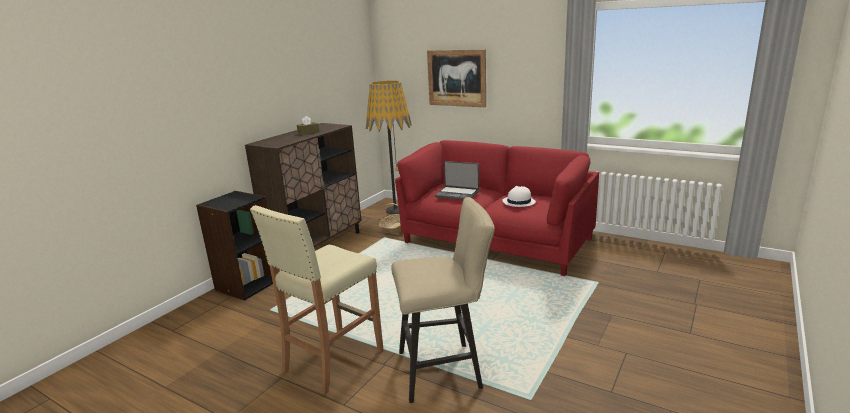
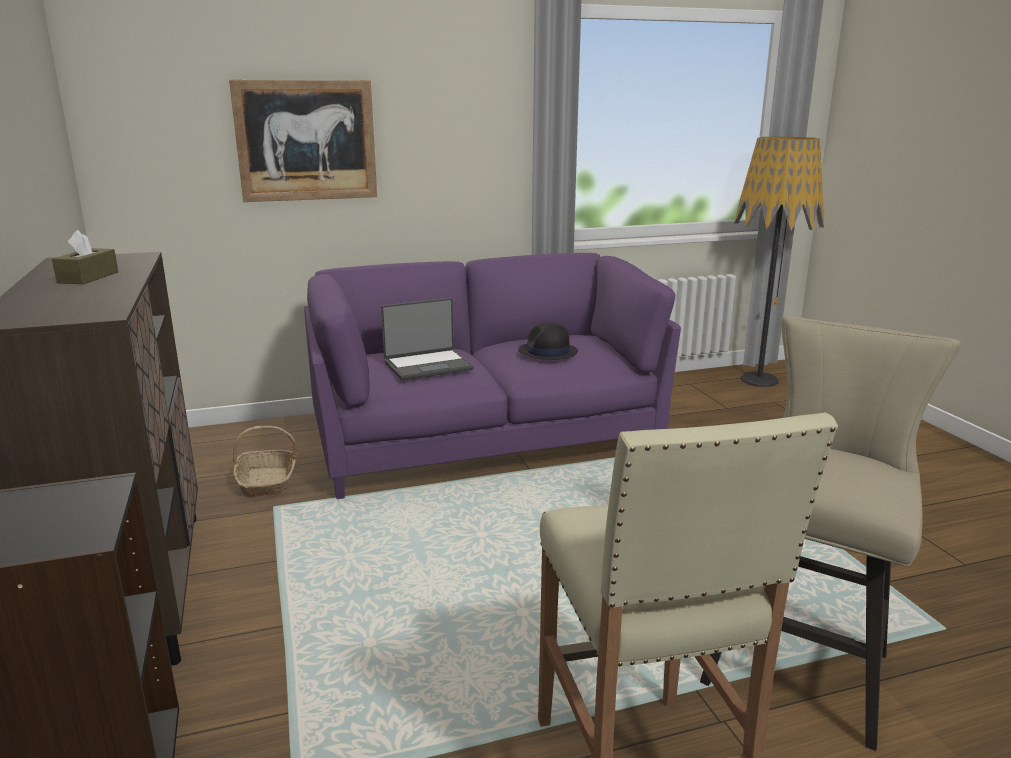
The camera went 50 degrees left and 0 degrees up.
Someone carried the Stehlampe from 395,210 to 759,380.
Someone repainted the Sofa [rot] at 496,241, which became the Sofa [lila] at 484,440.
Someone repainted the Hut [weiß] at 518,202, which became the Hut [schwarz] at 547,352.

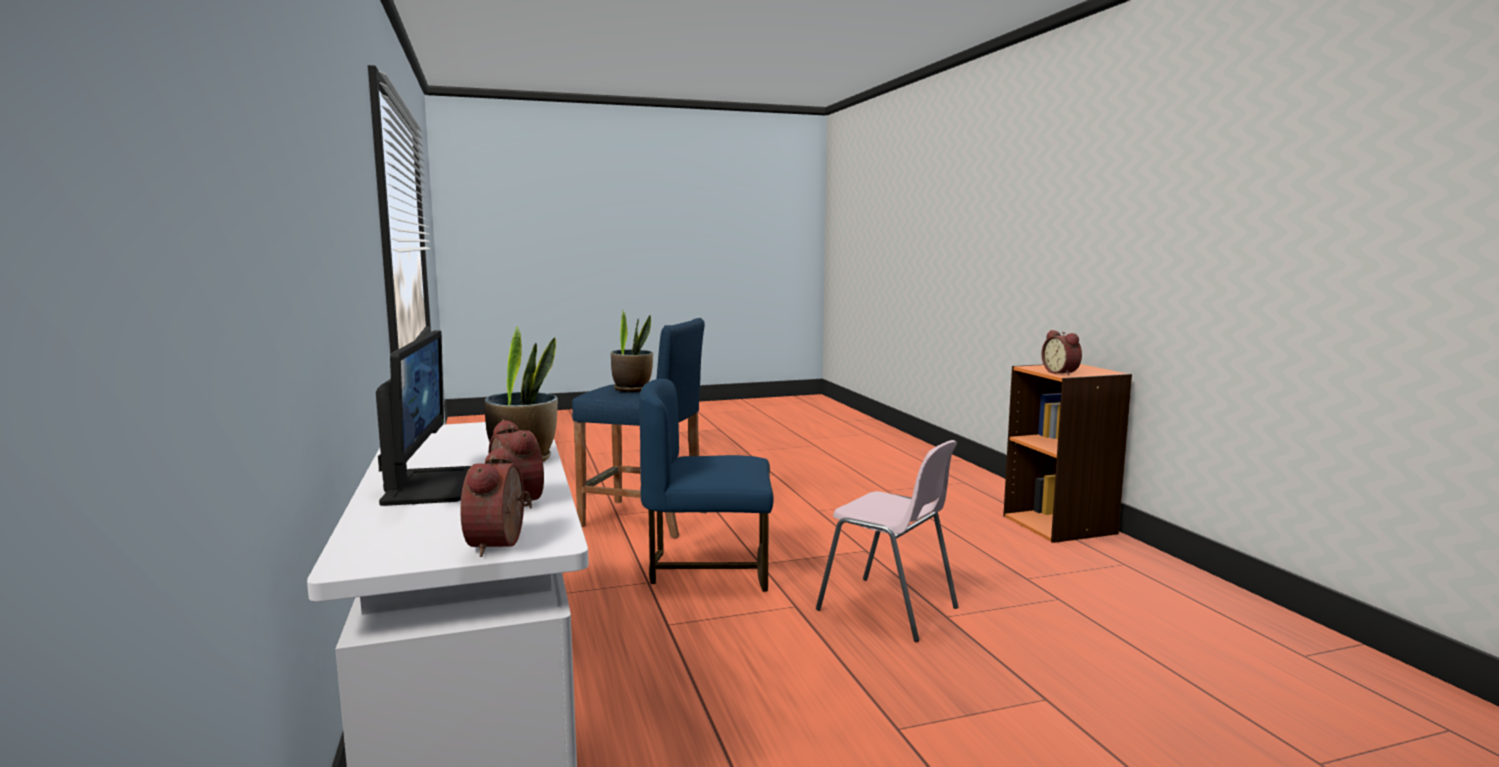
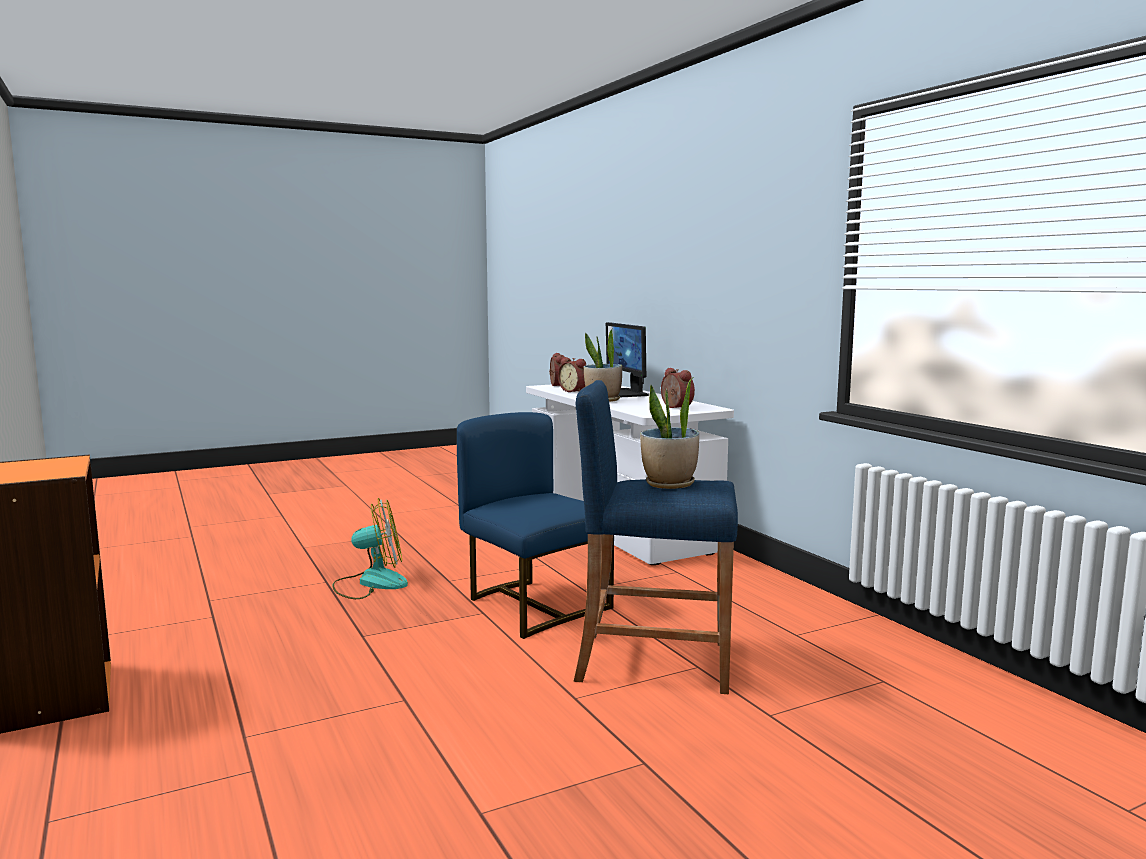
The camera went 170 degrees right and 0 degrees up.
Someone carried the Wecker from 1062,373 to 675,407.
Someone rotated the Stuhl [blau] at 709,567 by 120 degrees counterclockwise.
Someone swapped the Stuhl [rosa] at 888,609 for the Ventilator at 371,583.

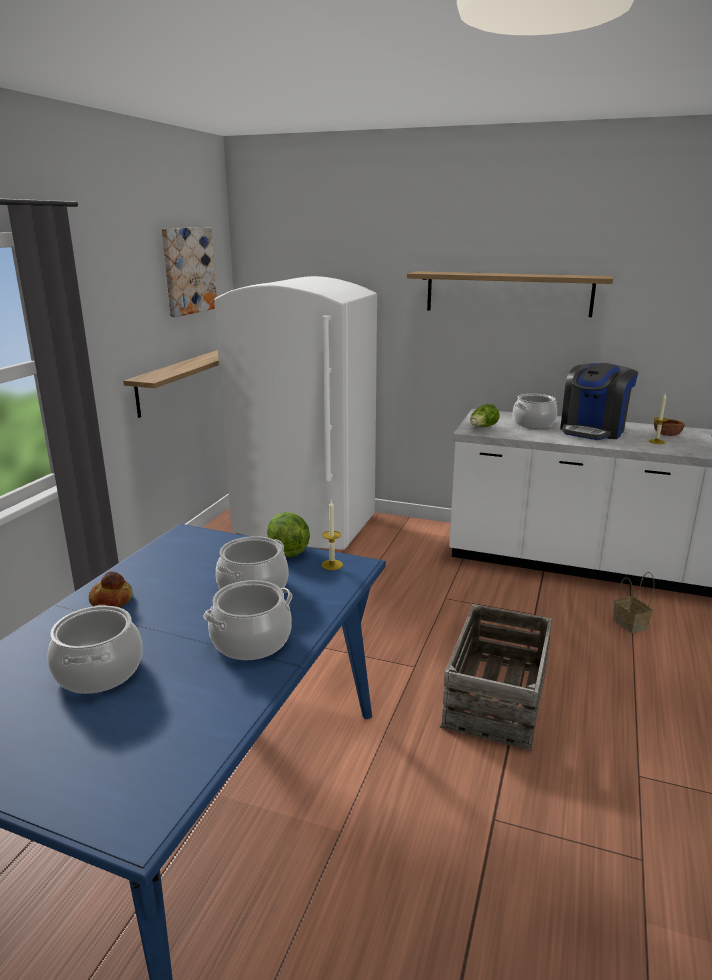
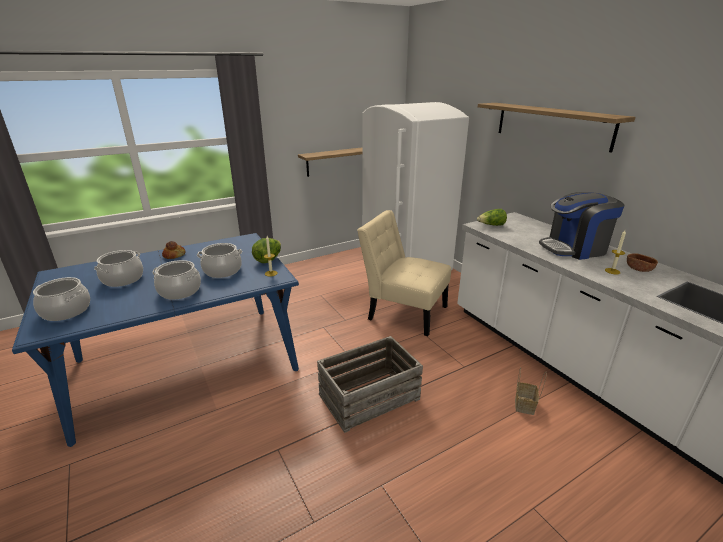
The camera went 40 degrees right and 5 degrees up.
Someone took away the Bild at 188,271.
Someone carried the Kochtopf from 533,423 to 66,311.
Someone put down the Stuhl [beige] at 403,311.

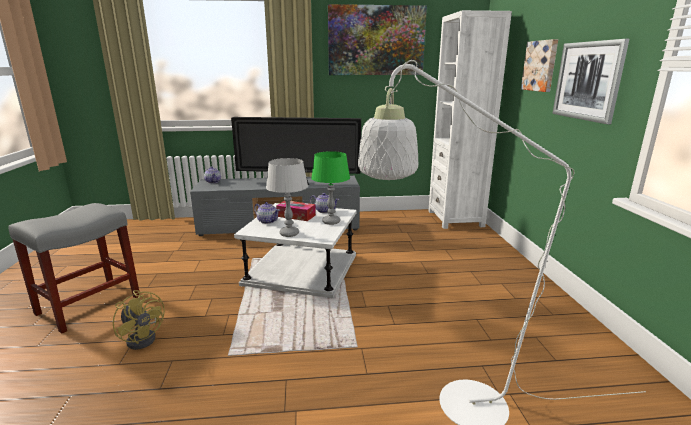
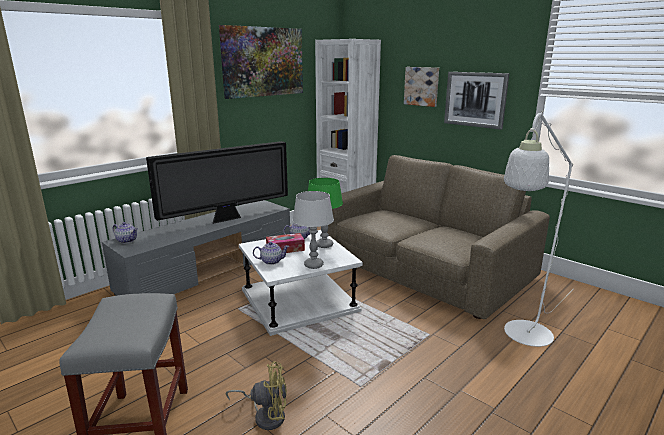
The camera went 40 degrees left and 0 degrees up.
Someone put down the Sofa [braun] at 424,268.

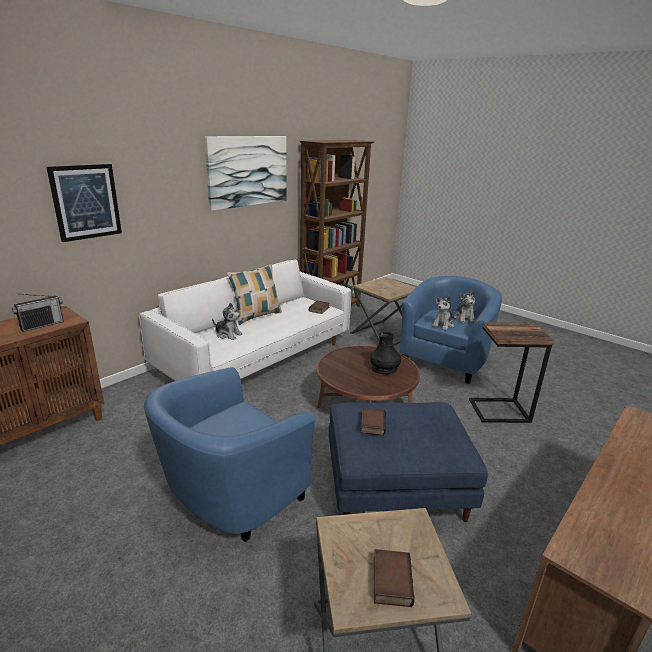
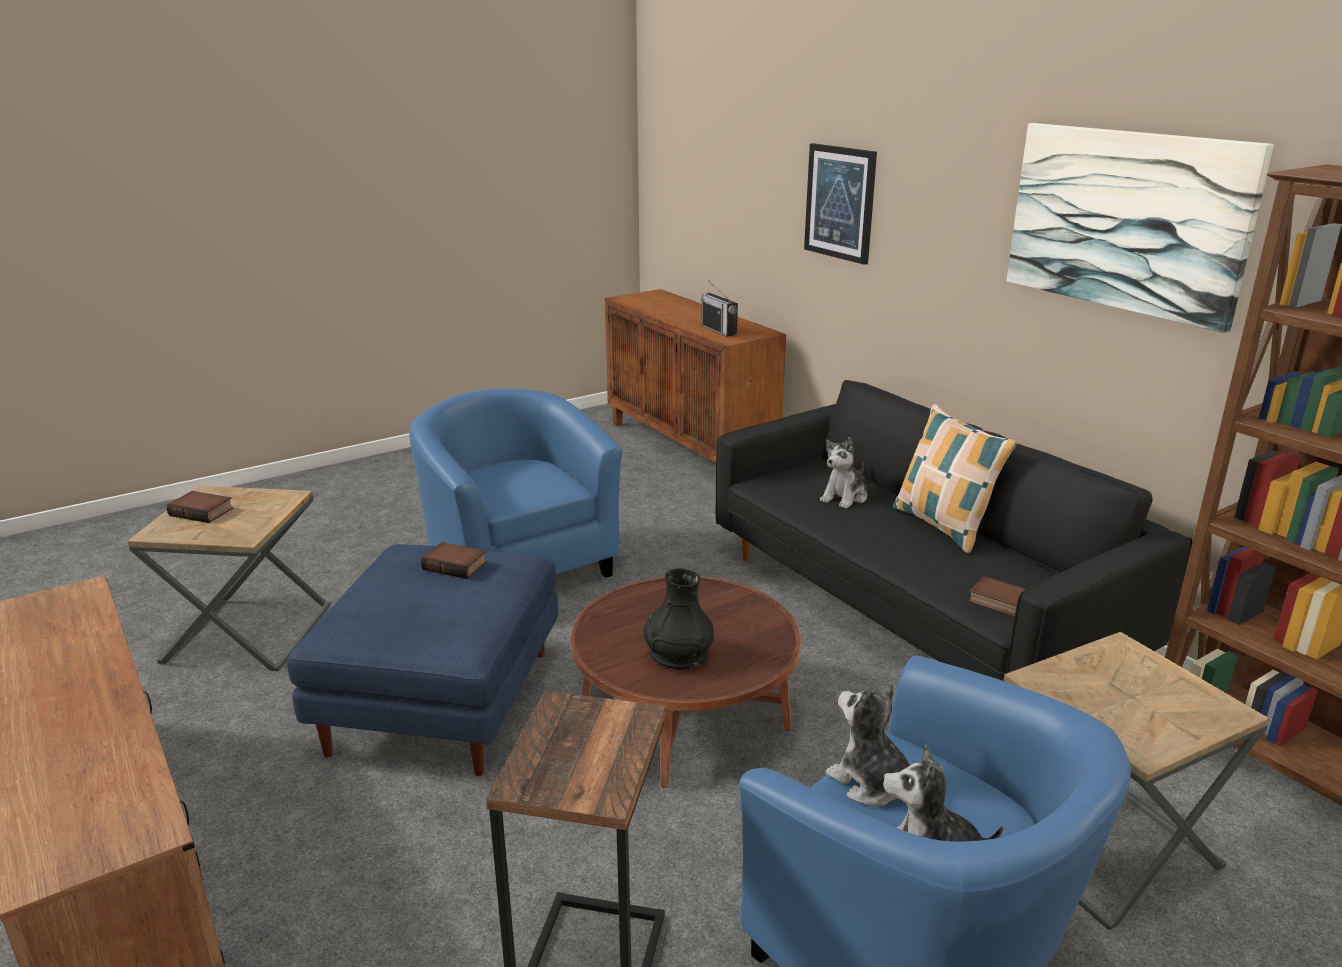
The camera went 105 degrees right and 0 degrees up.
Someone repainted the Sofa [weiß] at 256,357, which became the Sofa [schwarz] at 913,606.

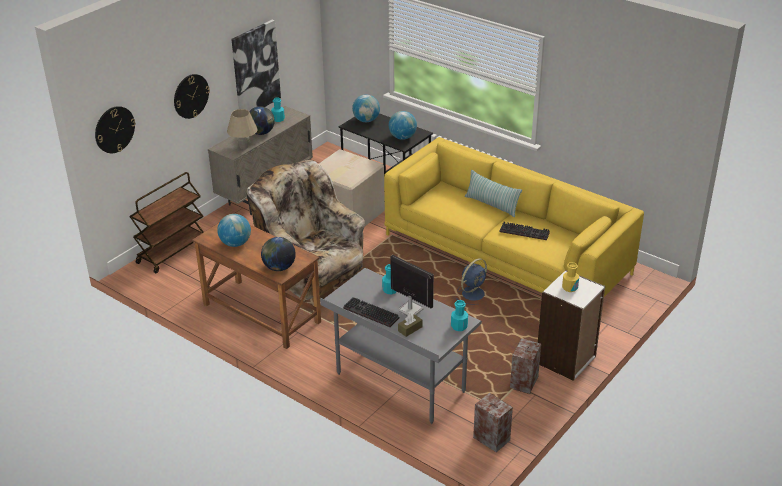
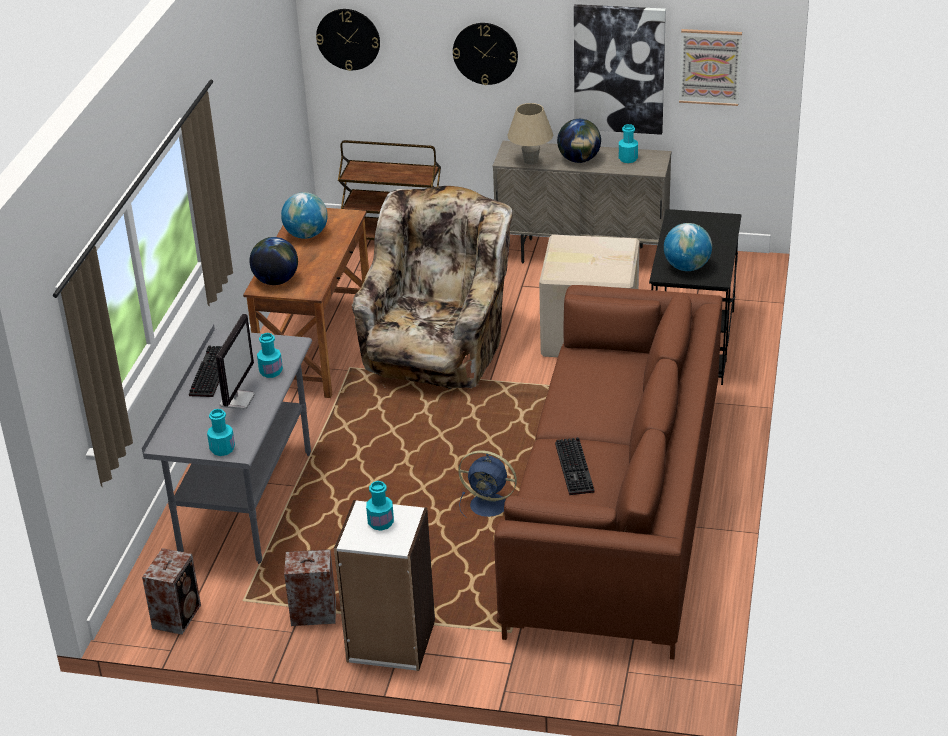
The camera went 65 degrees right and 0 degrees up.
Someone took away the Globus at 366,120.
Someone repainted the Sofa [gelb] at 506,254, which became the Sofa [braun] at 616,507.
Someone took away the Kissen at 492,205.
Someone repainted the Flasche [gelb] at 569,288, which became the Flasche [türkis] at 381,523.
Someone took away the Taschentuchbox [braun] at 410,329.
Someone put up the Bild at 710,66.

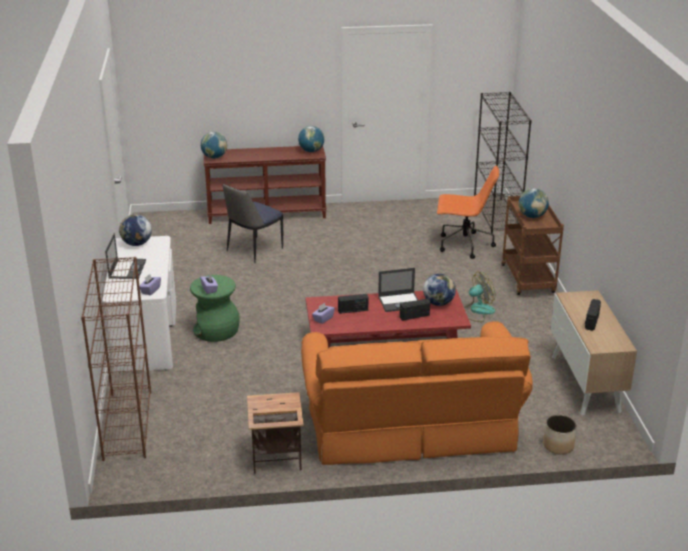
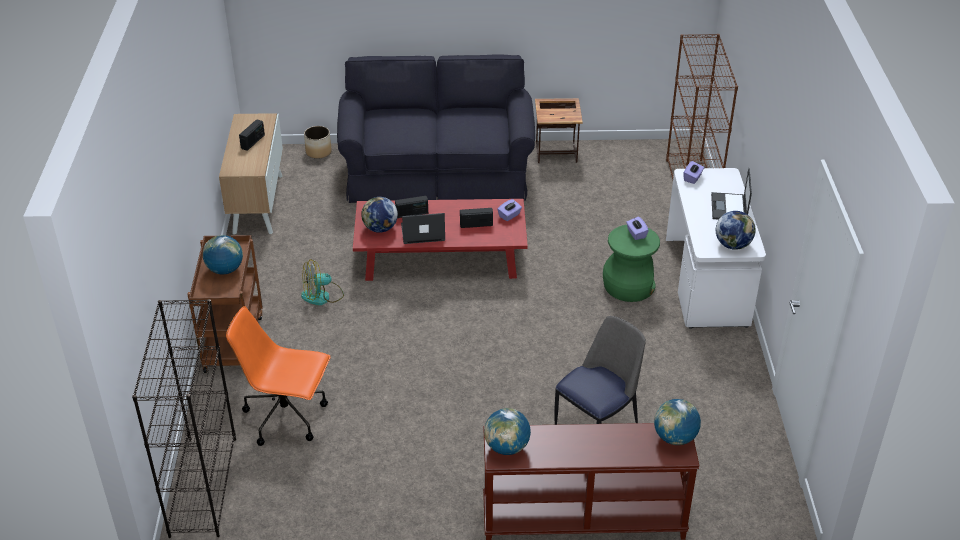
The camera went 175 degrees left and 10 degrees up.
Someone repainted the Sofa [orange] at 411,427, which became the Sofa [schwarz] at 437,173.

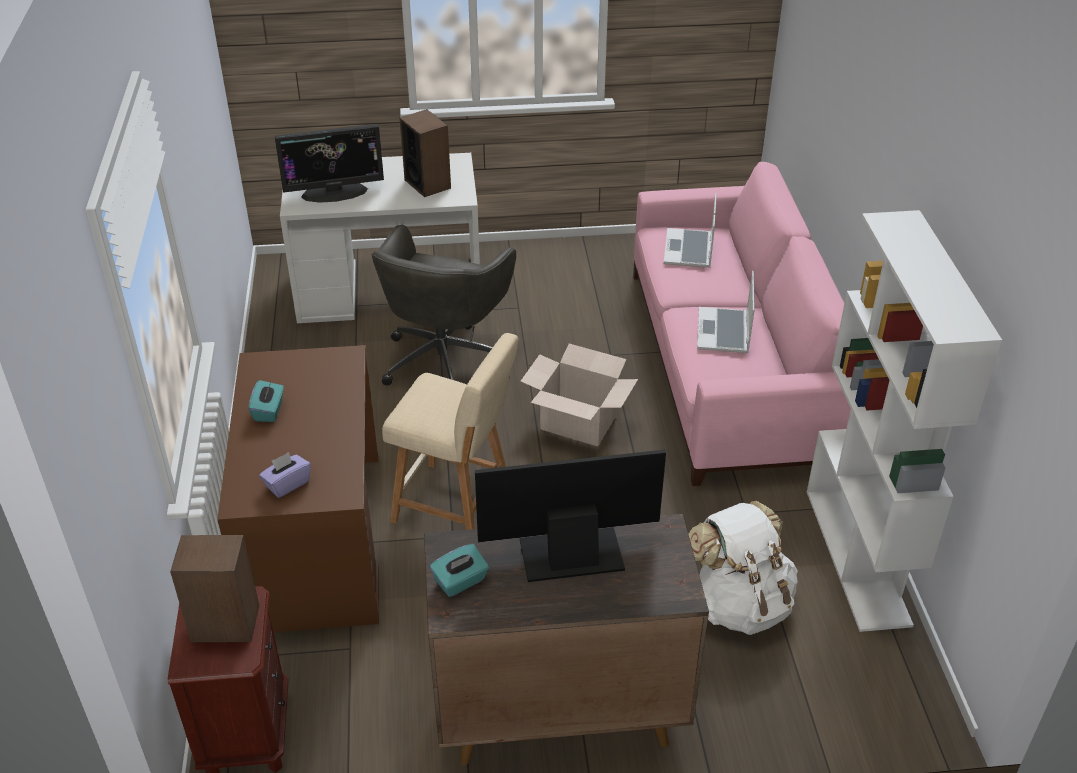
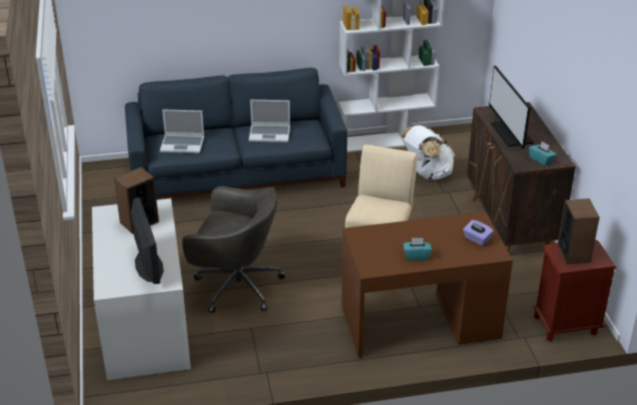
The camera went 95 degrees left and 5 degrees down.
Someone repainted the Sofa [rosa] at 729,365, which became the Sofa [blau] at 237,173.
Someone took away the Karton at 578,422.

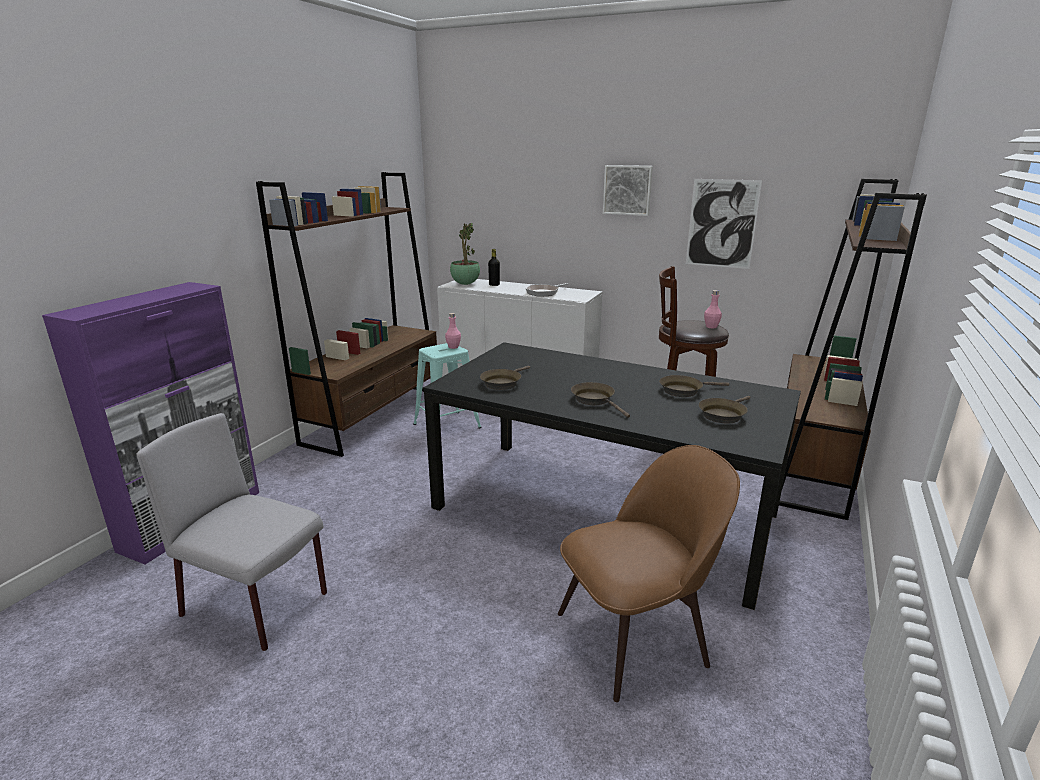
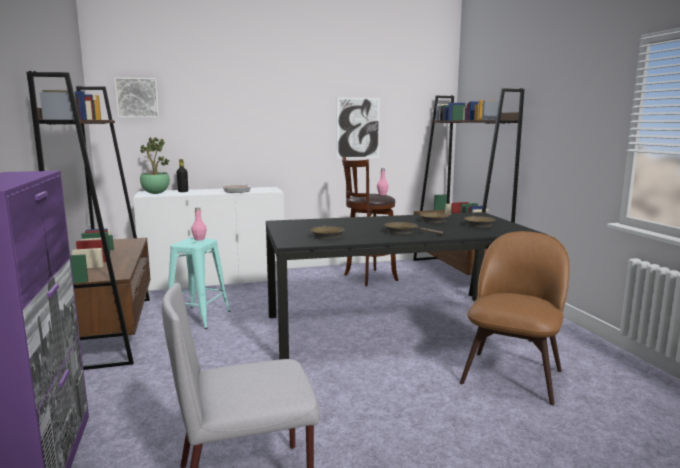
The camera went 40 degrees left and 10 degrees down.
Someone carried the Bild from 627,190 to 137,98.

